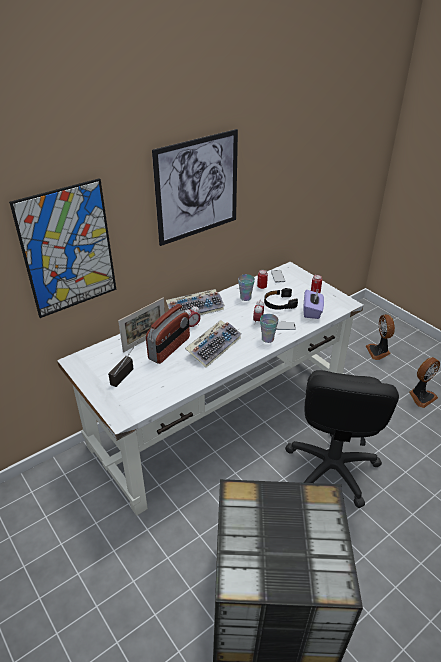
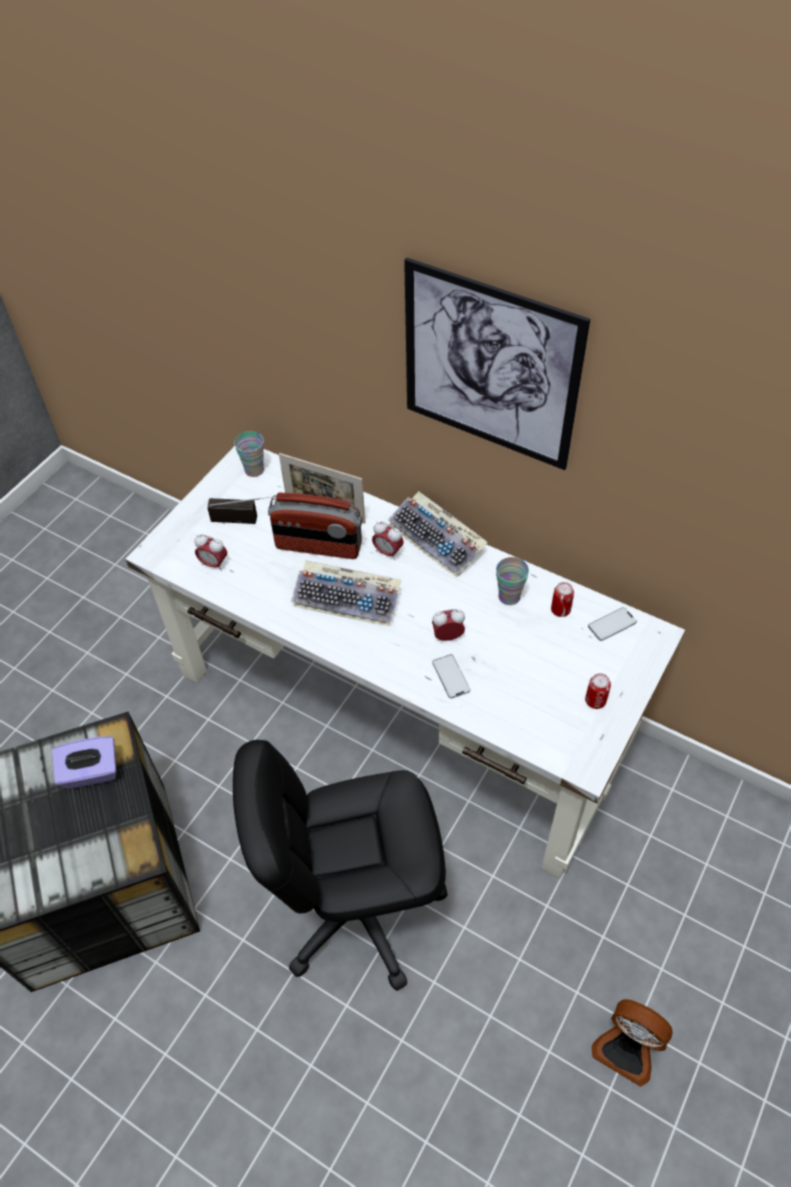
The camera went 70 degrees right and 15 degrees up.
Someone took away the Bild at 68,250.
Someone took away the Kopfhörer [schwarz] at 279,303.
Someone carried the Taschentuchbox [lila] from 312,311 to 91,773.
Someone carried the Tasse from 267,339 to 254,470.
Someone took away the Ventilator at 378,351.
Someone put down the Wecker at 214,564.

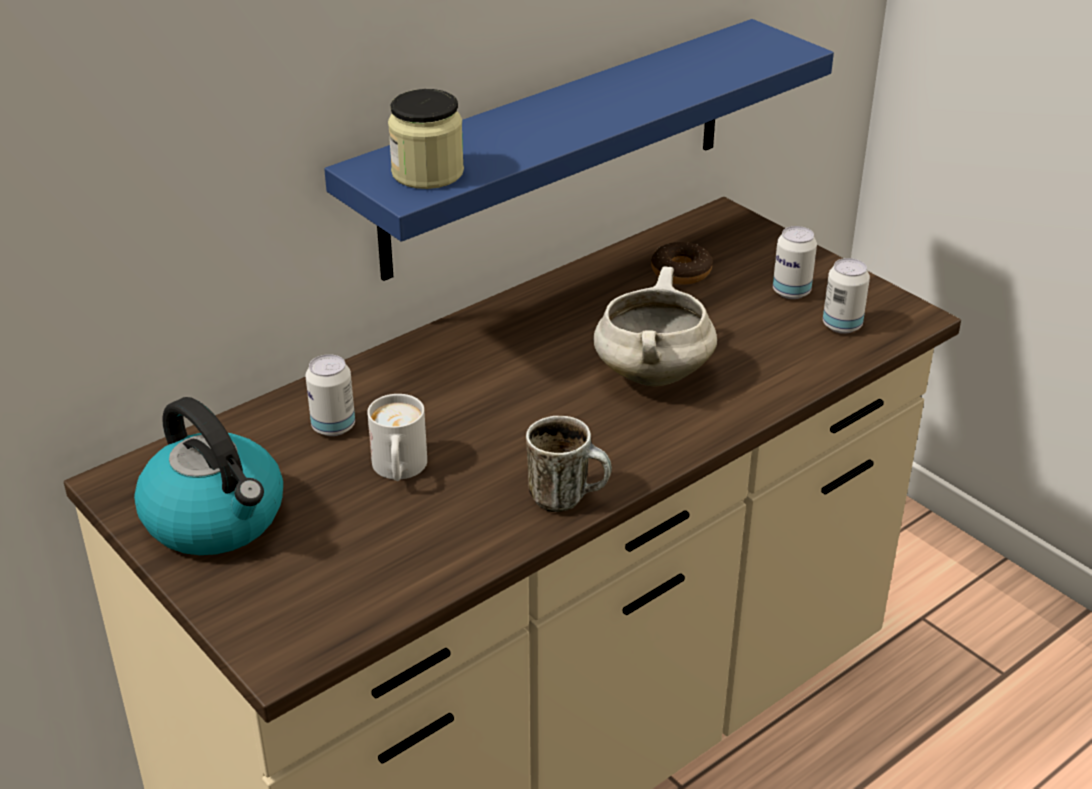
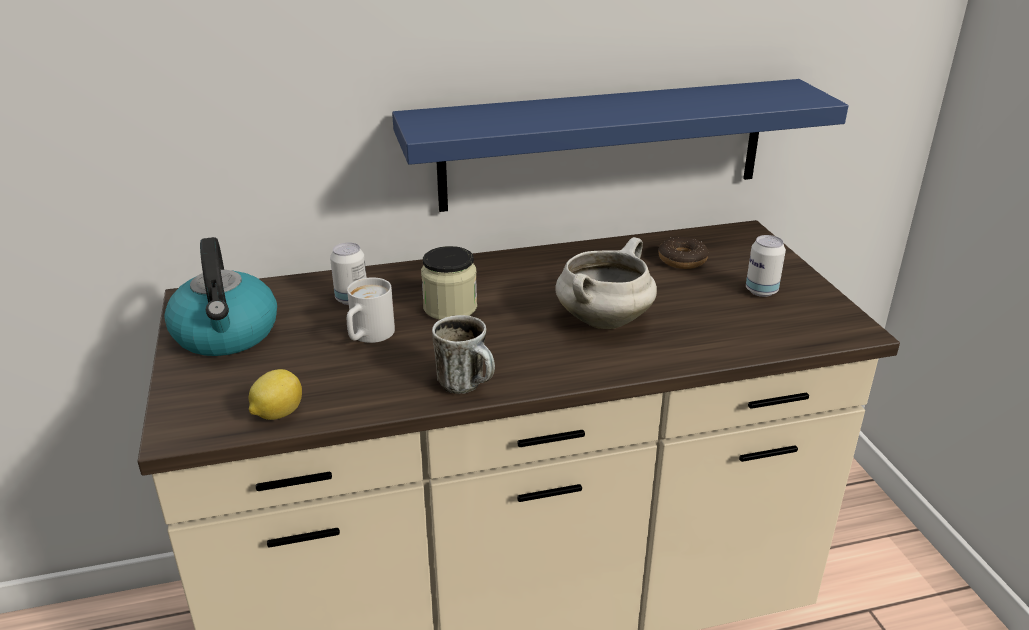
The camera went 25 degrees right and 5 degrees down.
Someone carried the Vorratsglas from 427,173 to 450,307.
Someone took away the Dose at 842,326.
Someone put down the Zitrone at 277,414.

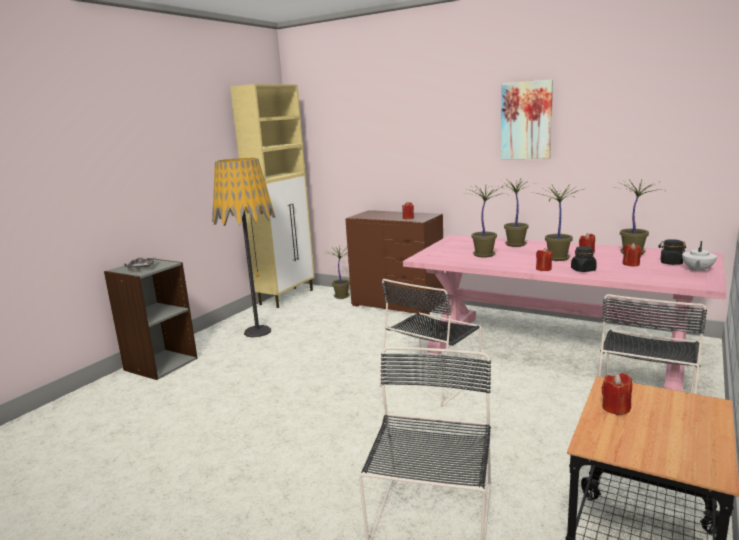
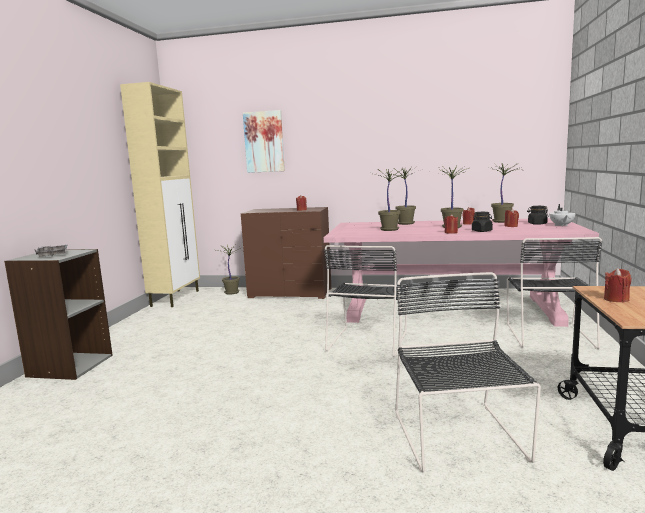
The camera went 20 degrees left and 5 degrees down.
Someone carried the Bild from 526,120 to 264,142.
Someone took away the Stehlampe at 257,331.

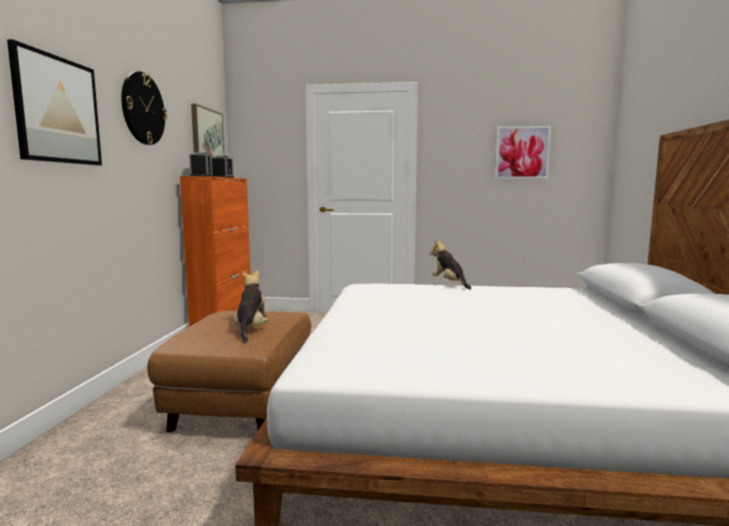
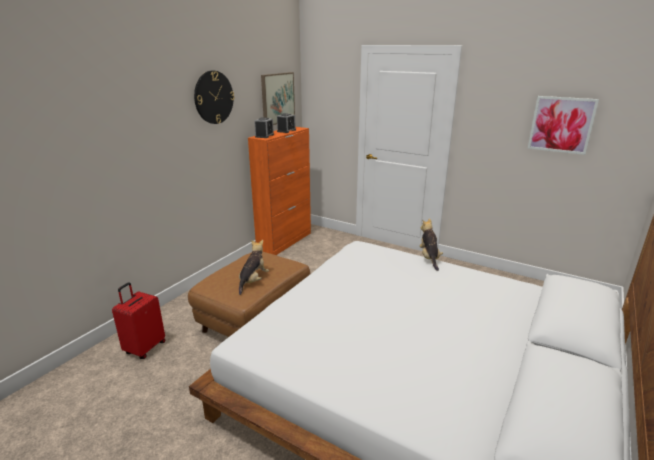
The camera went 25 degrees right and 15 degrees up.
Someone took away the Bild at 57,110.
Someone put down the Koffer [rot] at 144,348.

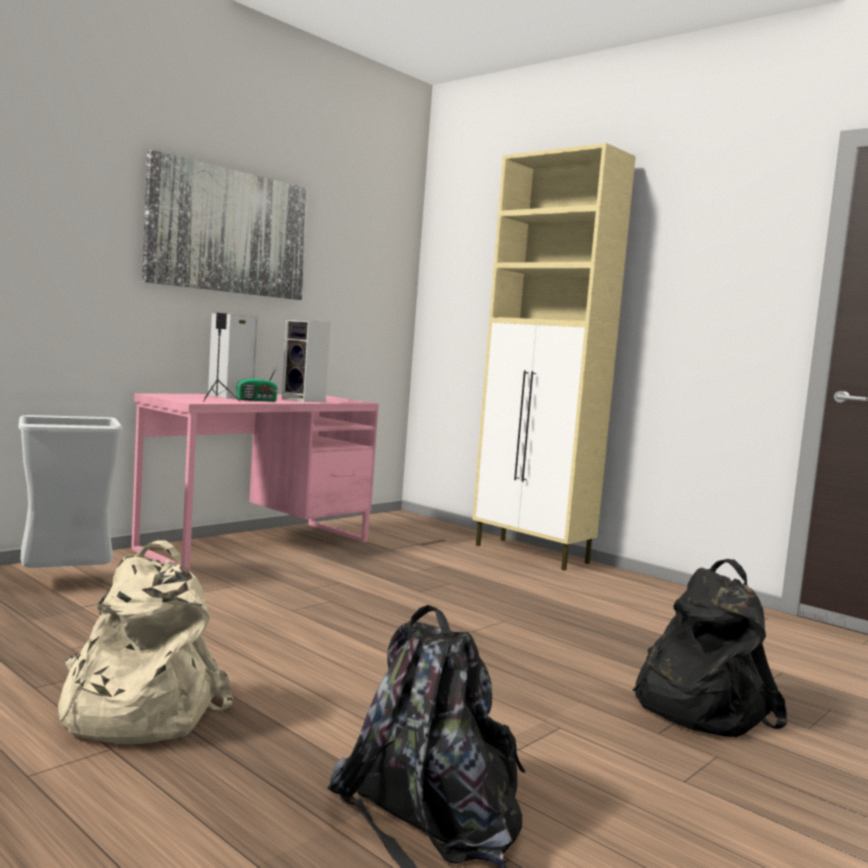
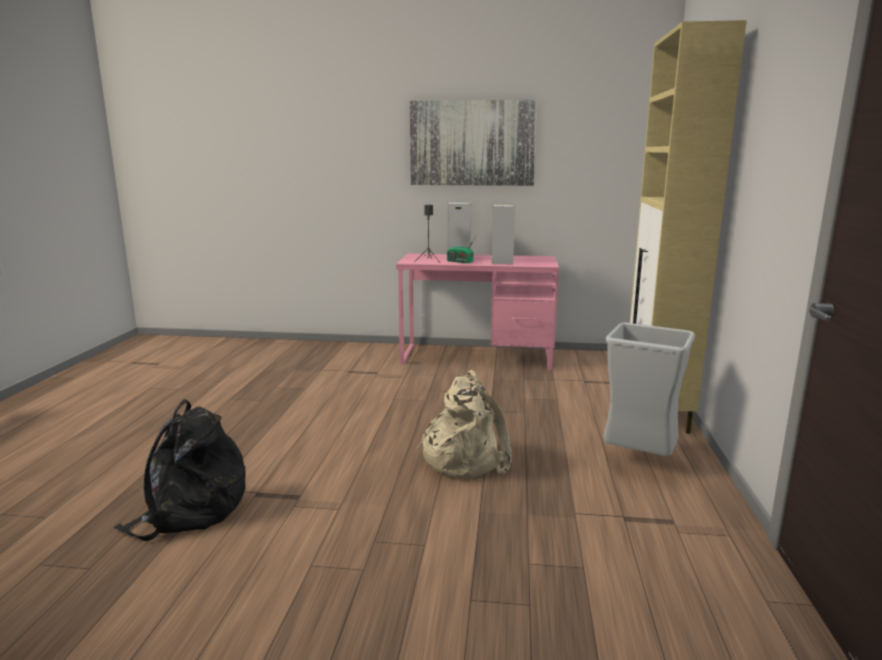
The camera went 55 degrees right and 10 degrees up.
Someone carried the Mülleimer [grau] from 67,584 to 639,460.
Someone carried the Rucksack [beige] from 135,712 to 465,458.
Someone took away the Rucksack [schwarz] at 697,706.

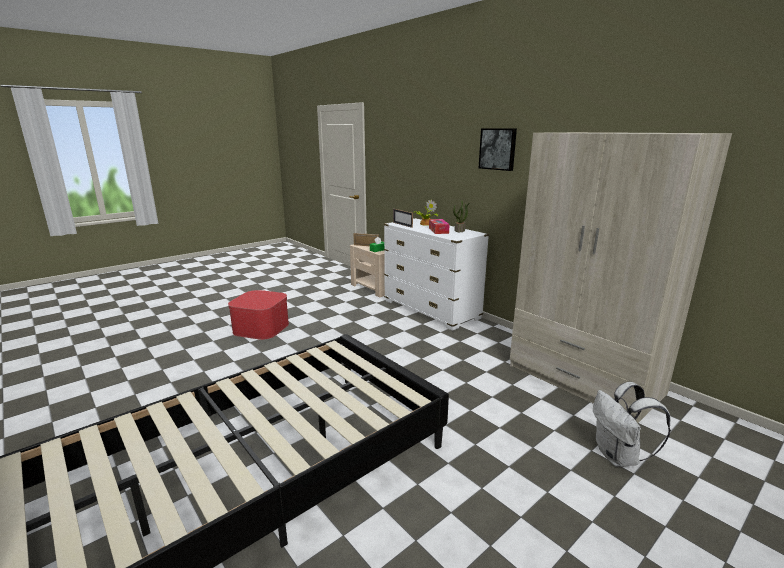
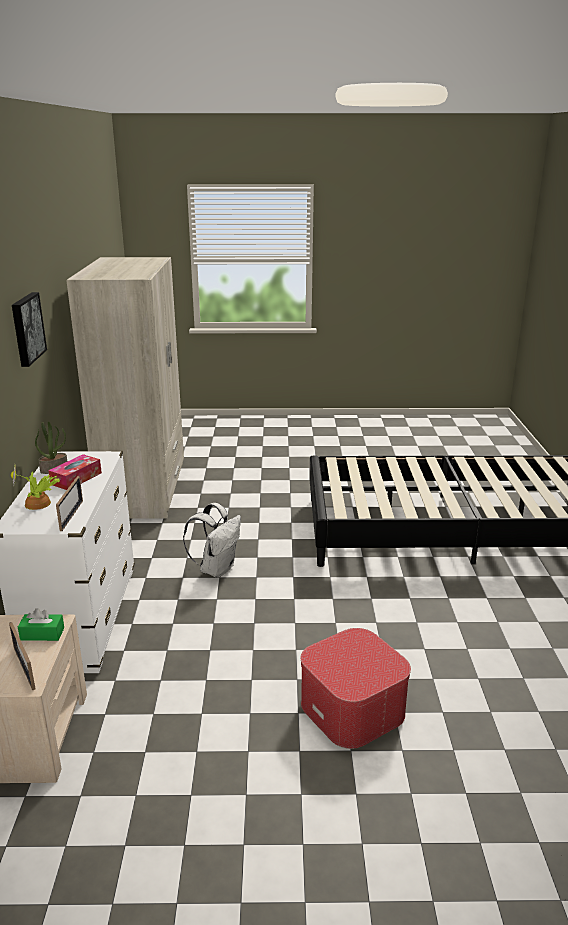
The camera went 140 degrees left and 5 degrees up.
Someone carried the Rucksack [weiß] from 618,457 to 216,569.

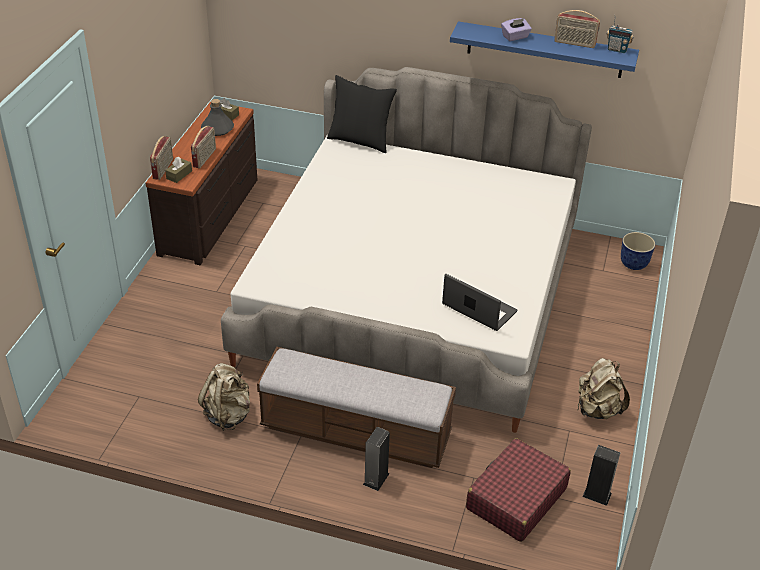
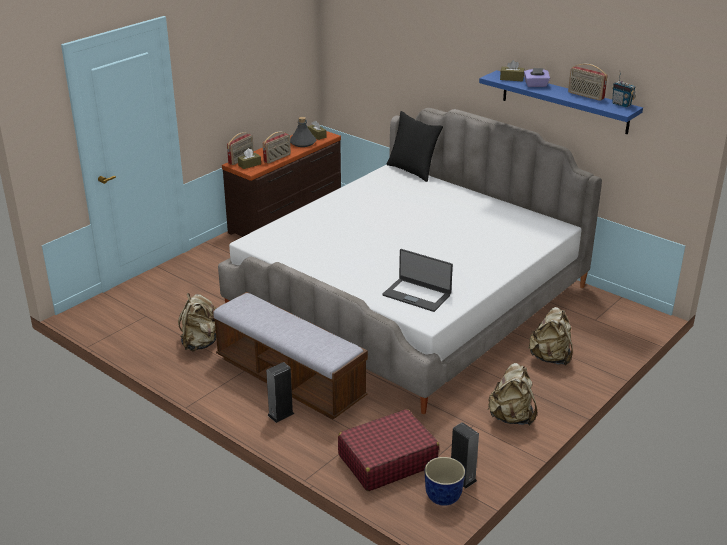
The camera went 25 degrees right and 10 degrees down.
Someone carried the Pflanzkübel from 634,264 to 443,497.
Someone rotated the Laptop at 478,309 by 150 degrees clockwise.
Someone put down the Taschentuchbox [braun] at 511,78.
Someone put down the Rucksack [beige] at 550,358.

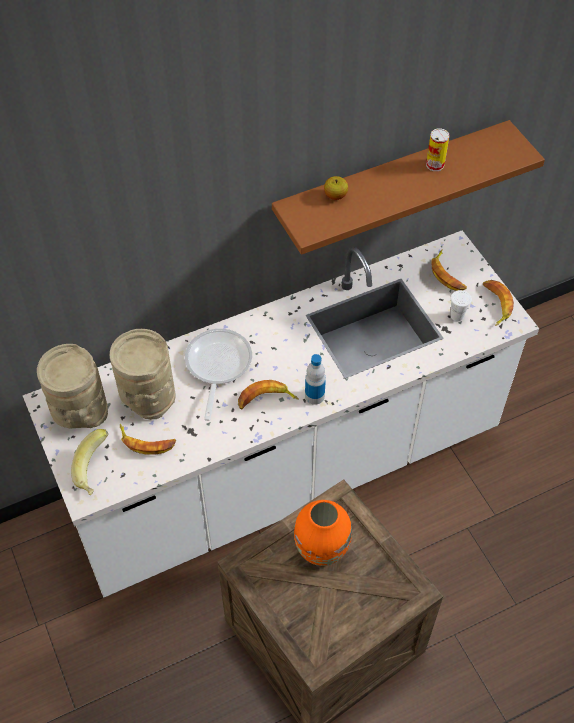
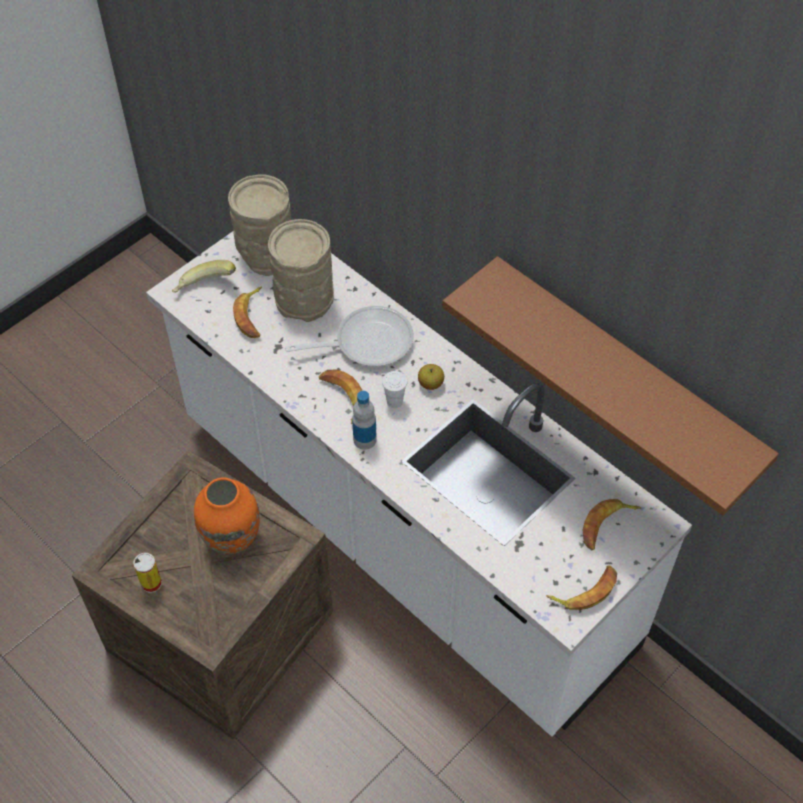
The camera went 70 degrees right and 0 degrees up.
Someone carried the Dose from 435,165 to 151,583.
Someone carried the Apfel from 335,195 to 430,384.
Someone carried the Tasse [weiß] from 457,316 to 394,401.

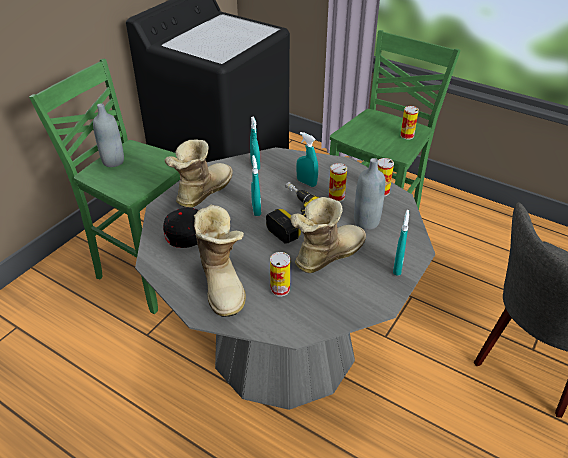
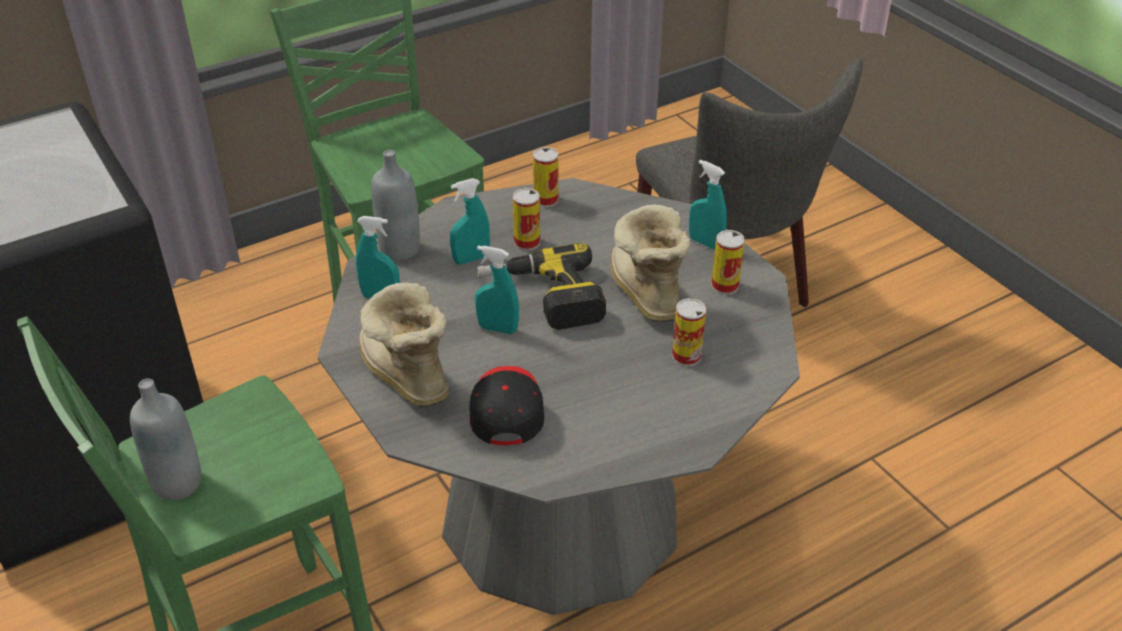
The camera went 65 degrees left and 0 degrees up.
Someone carried the Dose from 407,135 to 724,285.
Someone carried the Flasche [grau] from 366,222 to 400,249.
Someone took away the Stiefel at 223,283.

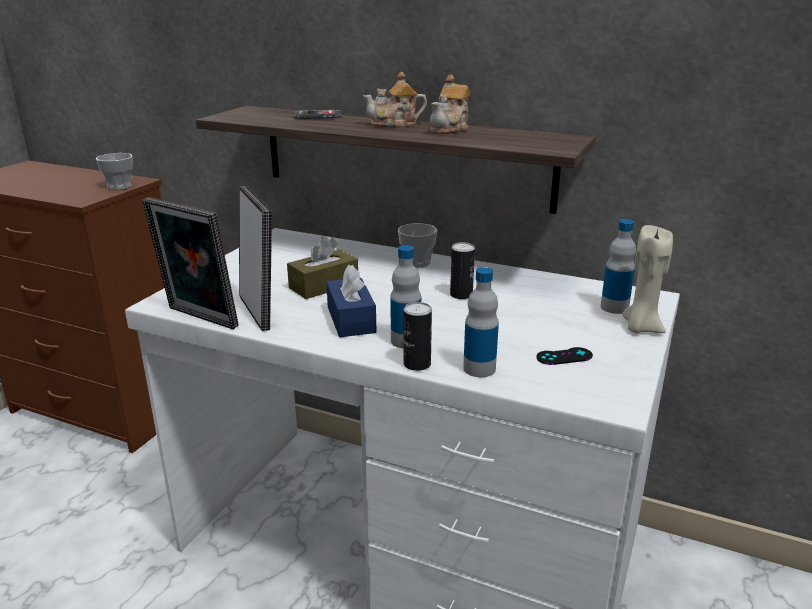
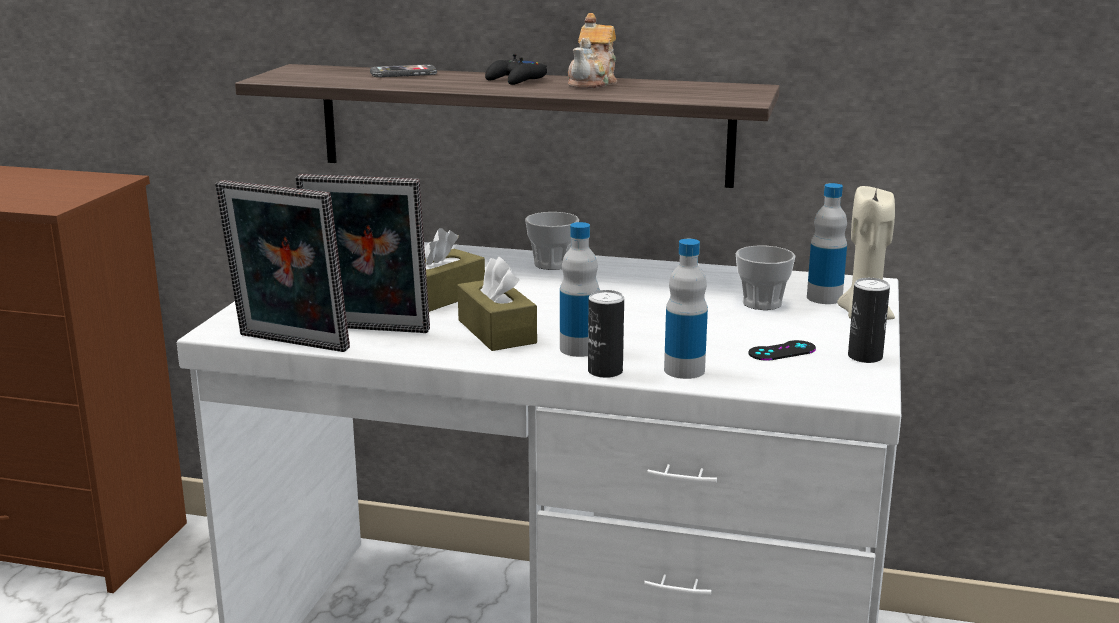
The camera went 10 degrees left and 5 degrees down.
Someone swapped the Teekanne at 395,124 for the Gamepad [schwarz] at 516,80.
Someone carried the Tasse from 119,186 to 762,303.
Someone rotated the Bilderrahmen at 259,311 by 135 degrees clockwise.
Someone carried the Dose from 461,295 to 865,357.
Someone repainted the Taschentuchbox [blau] at 351,320, which became the Taschentuchbox [braun] at 496,332.

